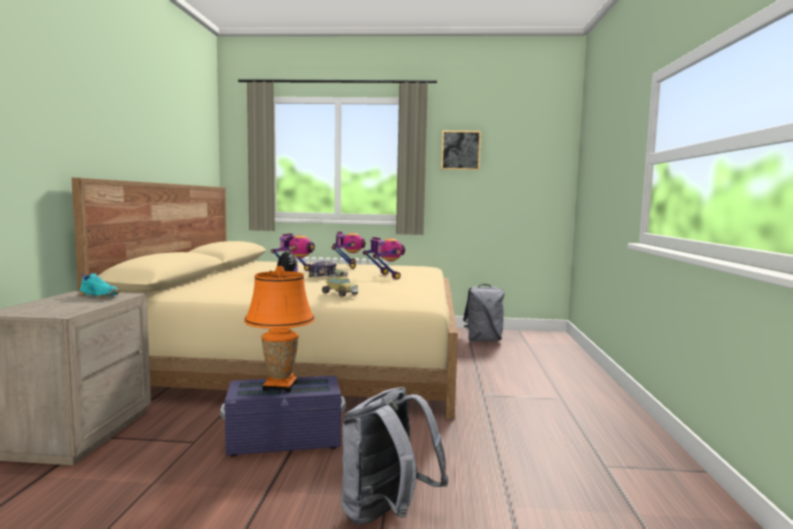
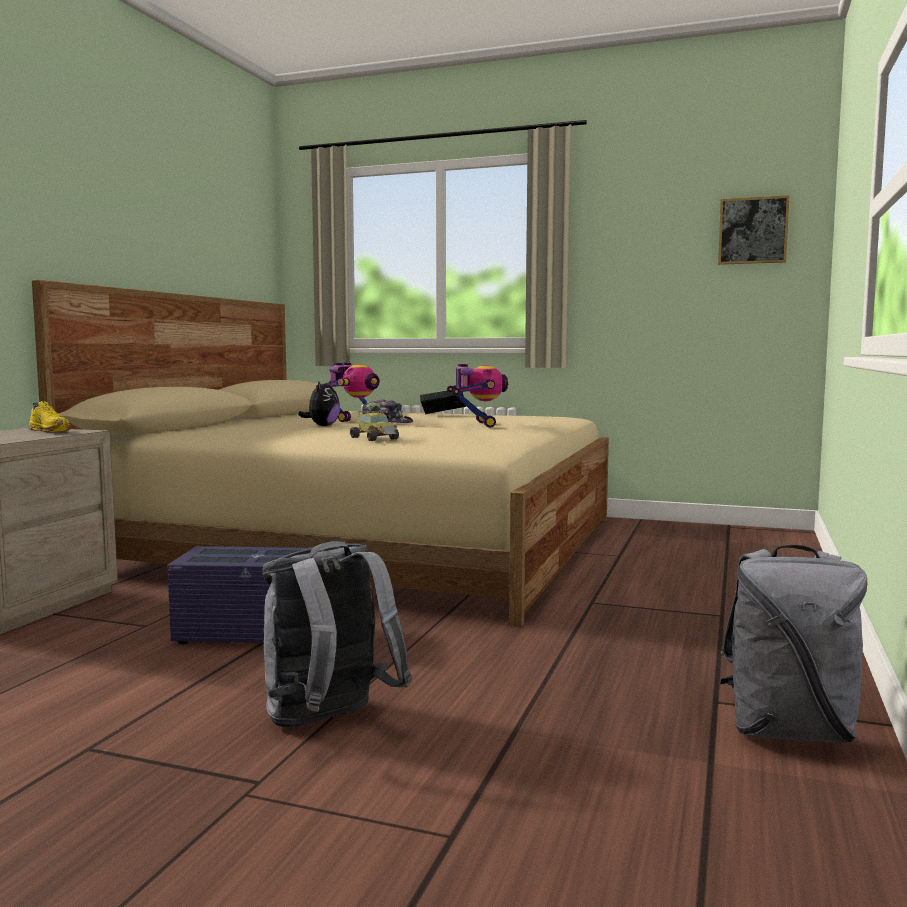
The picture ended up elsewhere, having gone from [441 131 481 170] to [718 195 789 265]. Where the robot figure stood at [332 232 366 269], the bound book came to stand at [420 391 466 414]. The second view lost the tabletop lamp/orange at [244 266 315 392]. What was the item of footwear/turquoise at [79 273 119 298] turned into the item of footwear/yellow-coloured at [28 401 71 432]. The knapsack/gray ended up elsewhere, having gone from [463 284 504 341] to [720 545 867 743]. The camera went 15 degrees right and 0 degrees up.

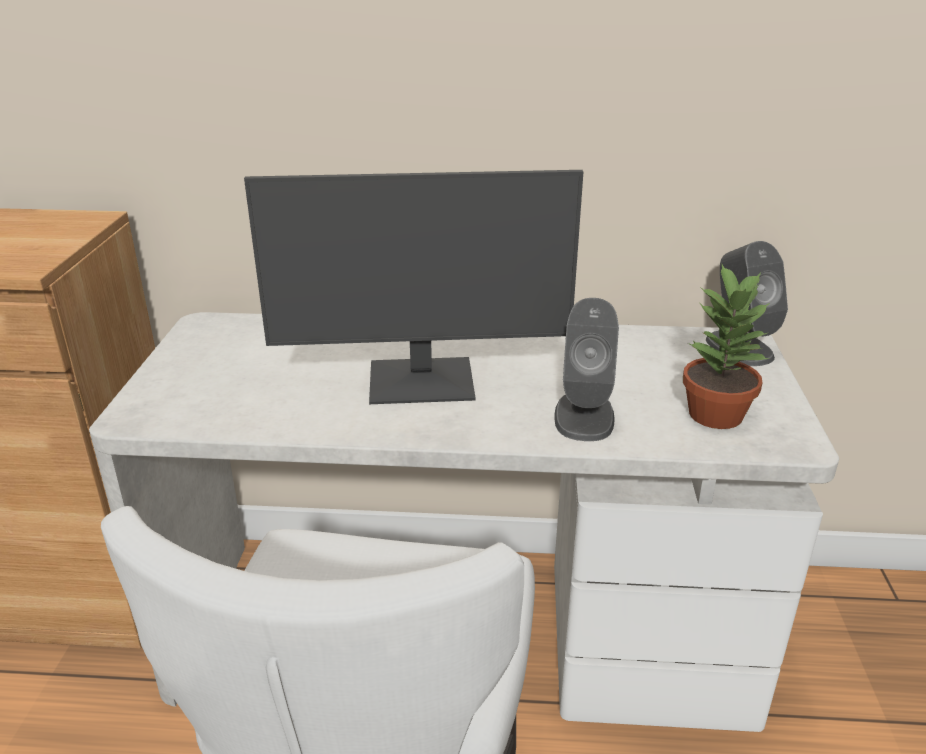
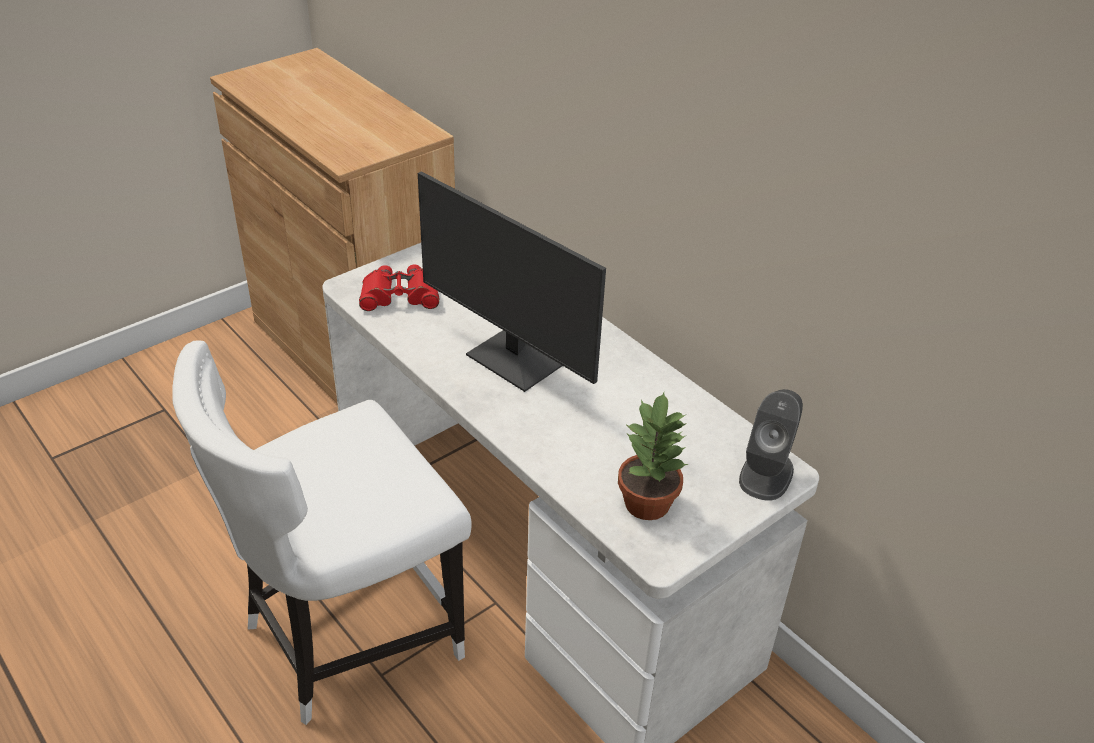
The second view lost the loudspeaker/gray at [554 298 619 441]. The second view gained the field glasses/red at [359 265 440 311]. The camera went 45 degrees right and 10 degrees up.

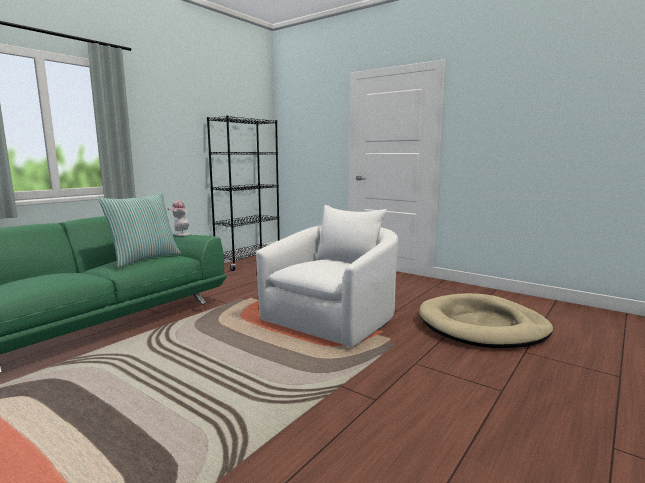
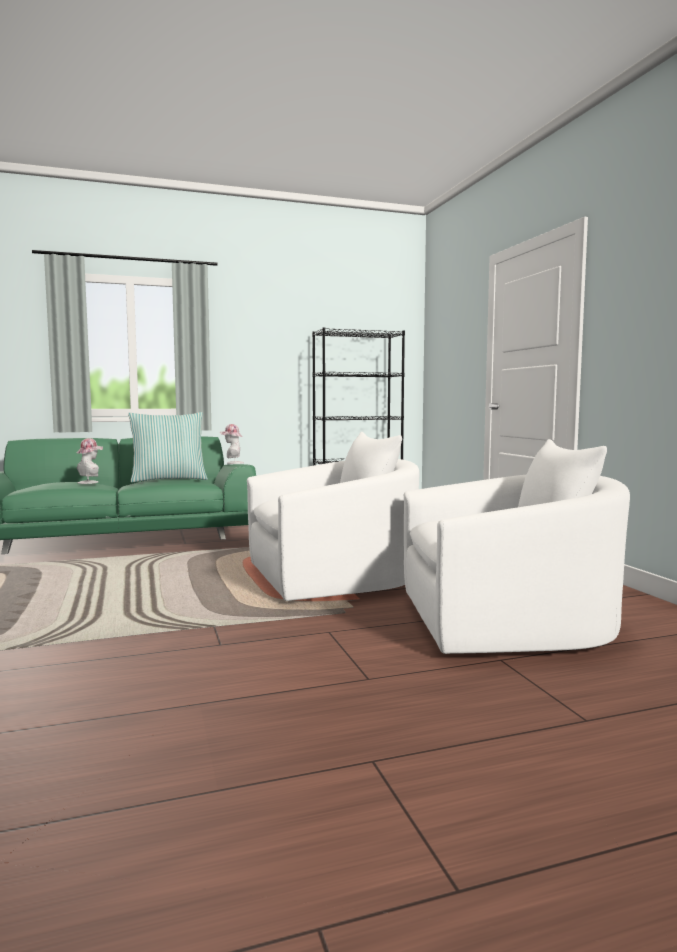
Where the pet bed/sand-coloured stood at [419 293 553 348], the lounge chair/white came to stand at [404 439 630 654]. The second view gained the clothing hat at [77 438 103 484]. The camera went 35 degrees right and 5 degrees down.

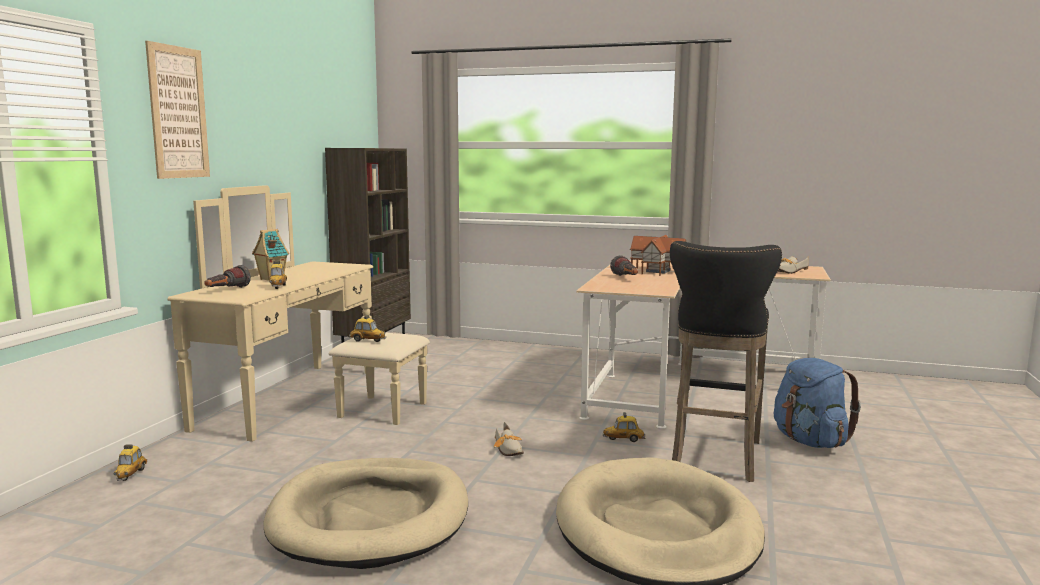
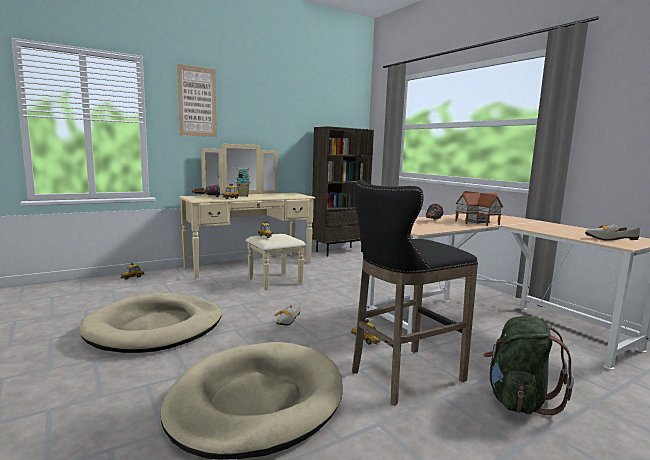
What was the knapsack/blue at [774 358 861 448] turned into the knapsack/green at [483 316 574 415]. The camera went 40 degrees right and 0 degrees up.

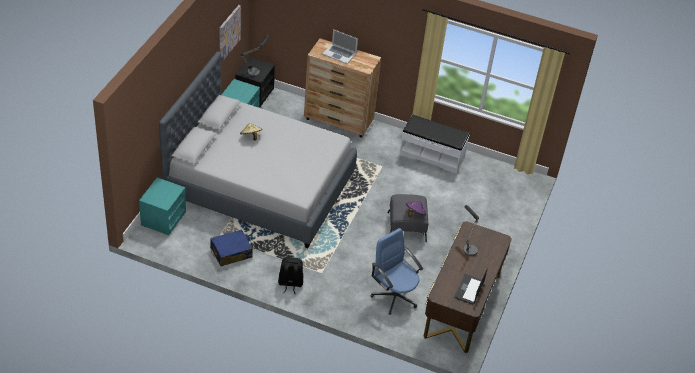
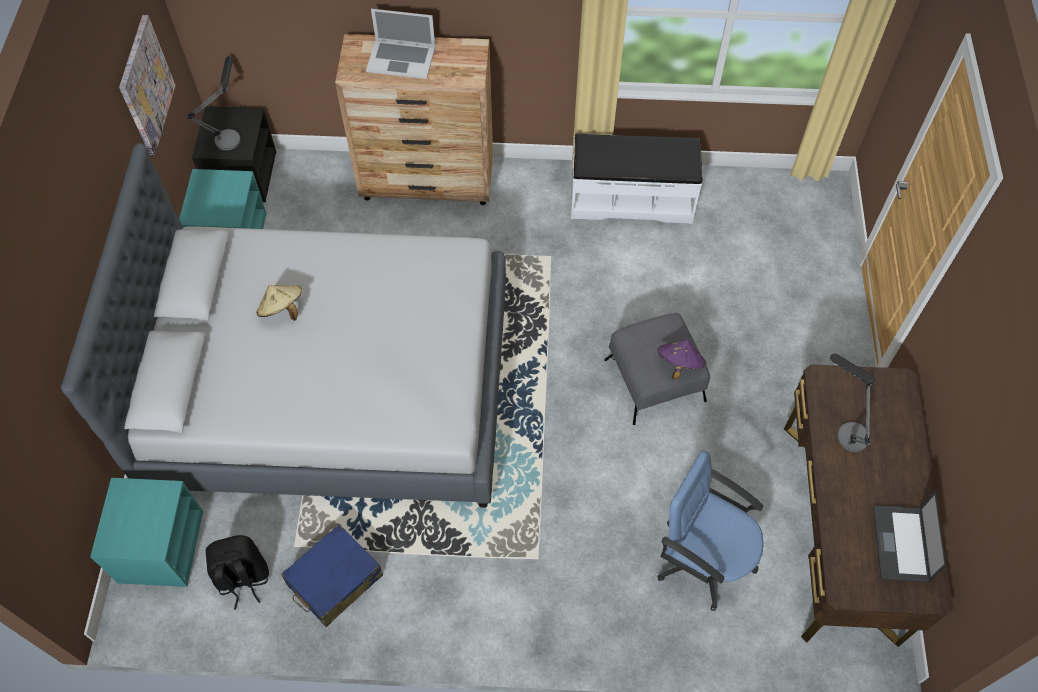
The knapsack/black-coloured ended up elsewhere, having gone from [278 257 303 294] to [206 535 269 609]. The camera went 15 degrees left and 15 degrees up.

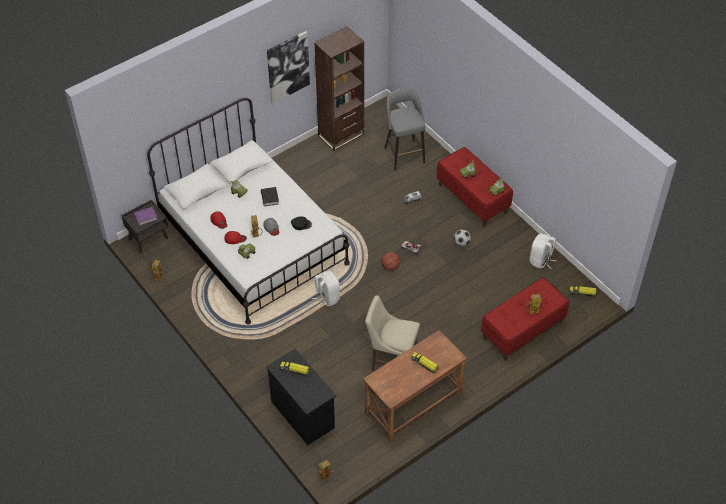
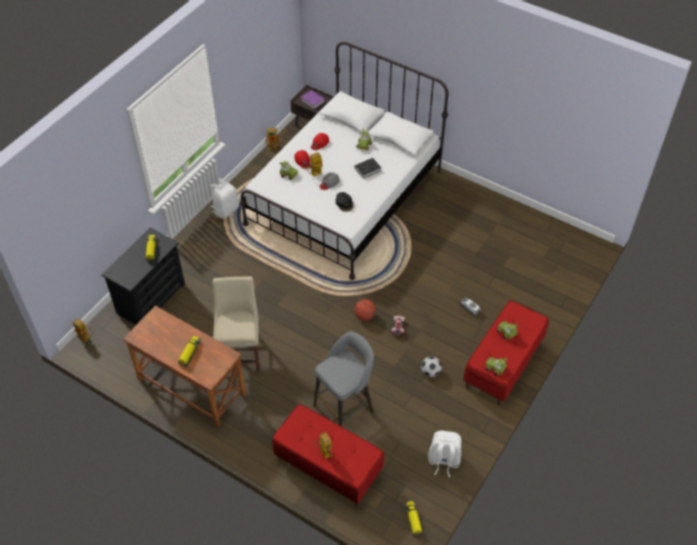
The second view lost the shelving unit/brownish at [314 26 364 151]. The second view lost the picture at [267 31 310 104]. The sitting stool/gray ended up elsewhere, having gone from [384 88 425 171] to [313 332 374 427]. The knapsack/white ended up elsewhere, having gone from [312 271 340 307] to [210 178 239 219]. The camera went 70 degrees right and 0 degrees up.

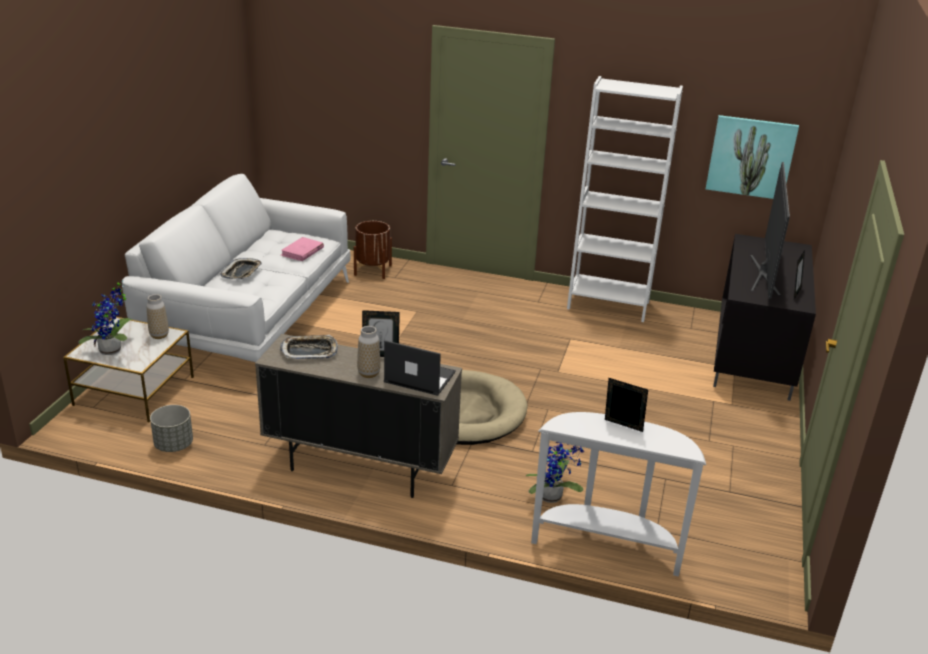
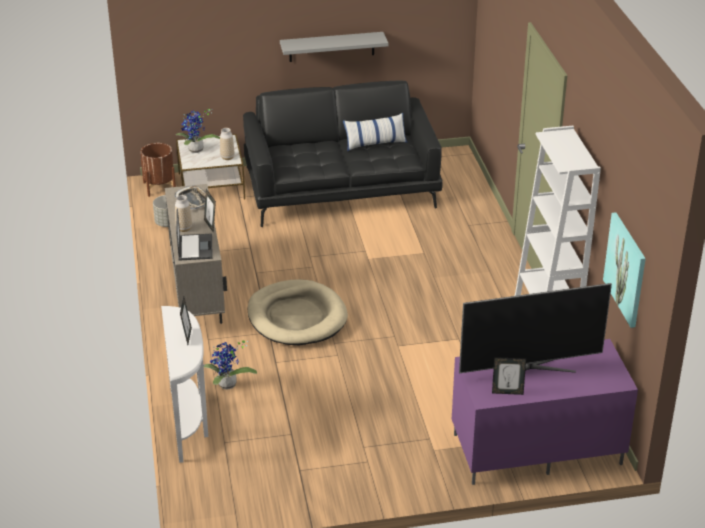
What was the sofa/white at [122 174 351 362] turned into the sofa/black-coloured at [243 81 443 227]. The flower pot/brownish ended up elsewhere, having gone from [354 221 392 279] to [140 143 176 197]. What was the tv unit/black-coloured at [713 234 816 401] turned into the tv unit/purple-coloured at [452 339 638 485]. The second view lost the bound book/pink-coloured at [281 237 324 261]. The second view lost the serving tray at [220 258 262 279]. The second view gained the shelf/gray at [280 32 389 62]. The second view gained the cushion at [343 113 407 151]. The camera went 65 degrees right and 5 degrees up.

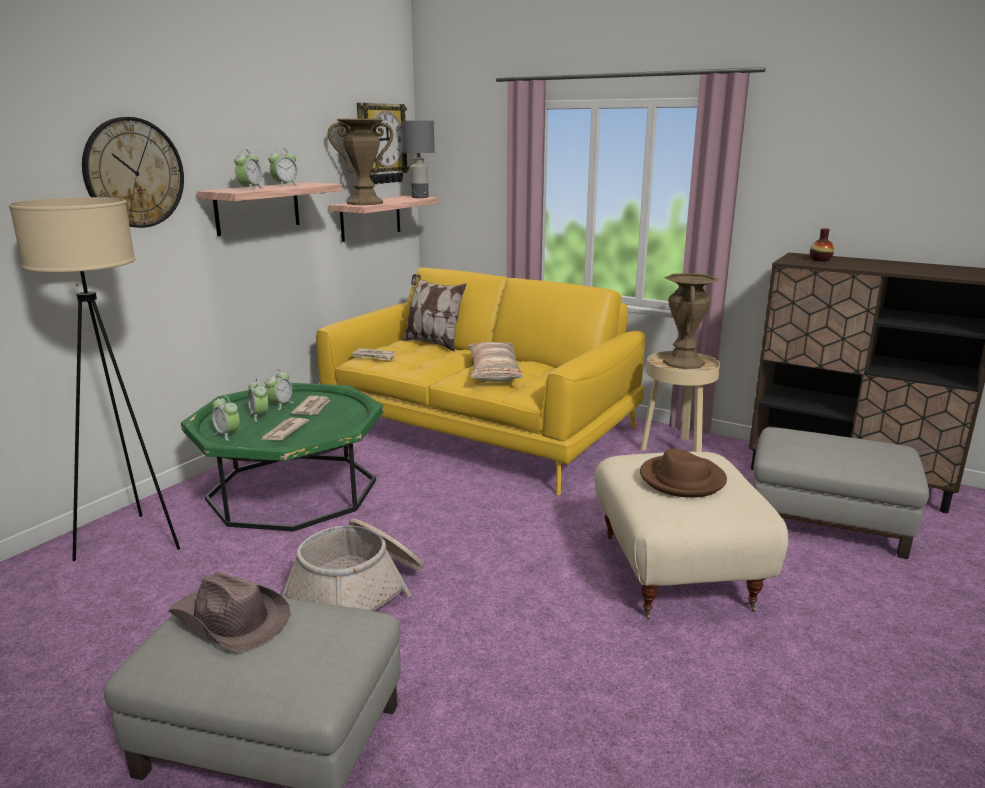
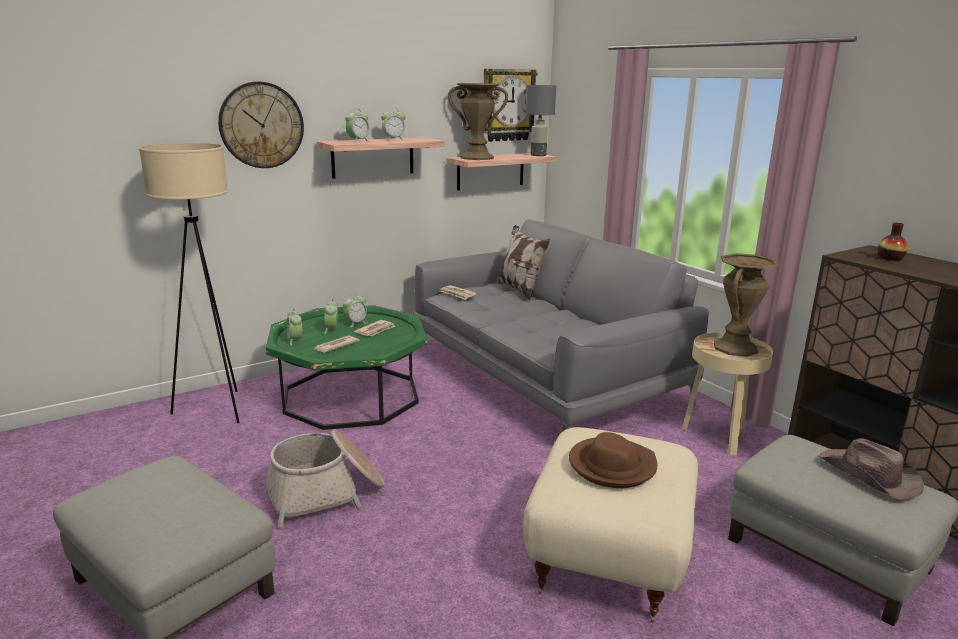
What was the sofa/yellow-coloured at [316 268 646 495] turned into the sofa/gray at [413 220 709 432]. The second view lost the cushion at [468 342 523 382]. The clothing hat/brownish ended up elsewhere, having gone from [168 572 291 652] to [819 438 924 499]. The camera went 25 degrees right and 0 degrees up.

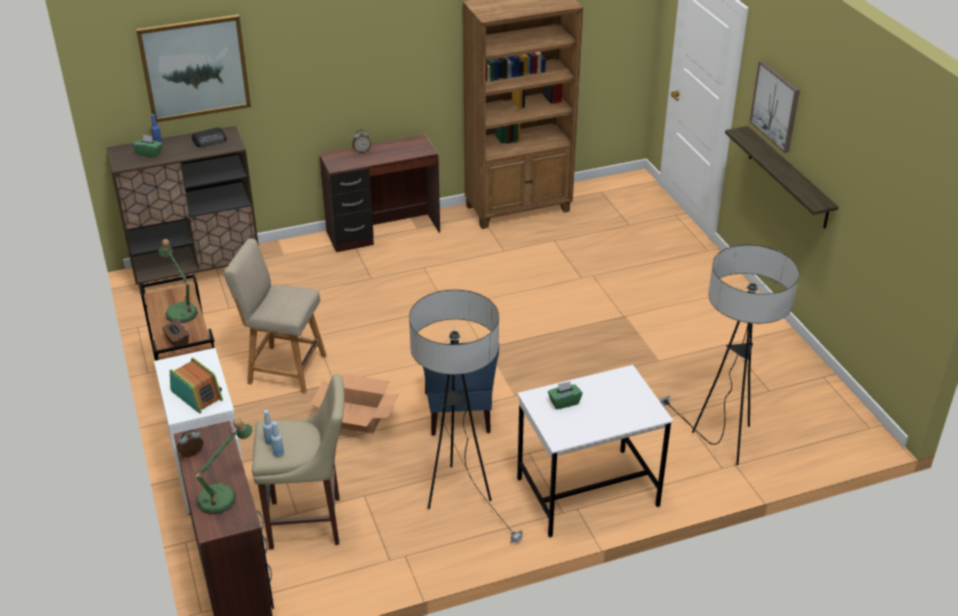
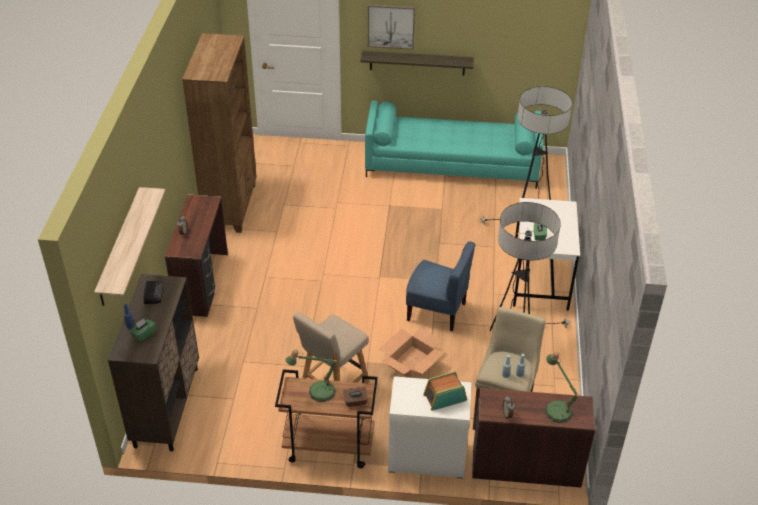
Where the picture hung at [136 14 251 122], the shelf came to hang at [94 187 166 306]. The second view gained the sofa/turquoise at [365 100 543 189]. The camera went 65 degrees left and 5 degrees up.

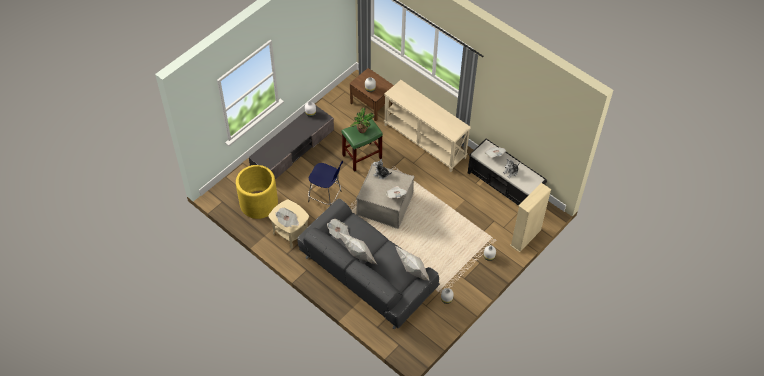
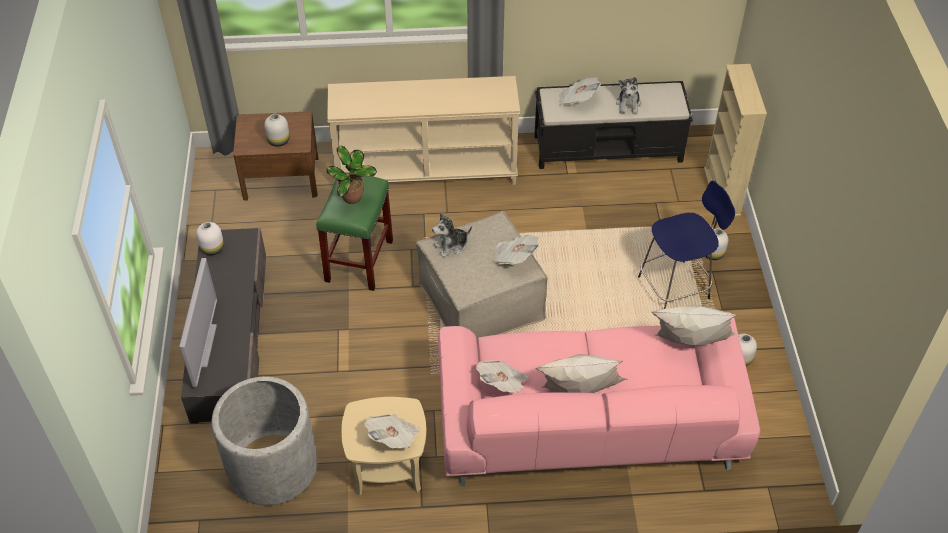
The sitting stool/blue ended up elsewhere, having gone from [308 161 343 206] to [638 181 735 309]. What was the flower pot/yellow-coloured at [236 165 278 219] turned into the flower pot/gray at [212 377 317 506]. What was the sofa/gray at [297 199 440 329] turned into the sofa/pink-coloured at [438 312 760 486]. The second view gained the TV at [179 258 217 387]. The camera went 45 degrees left and 5 degrees down.

